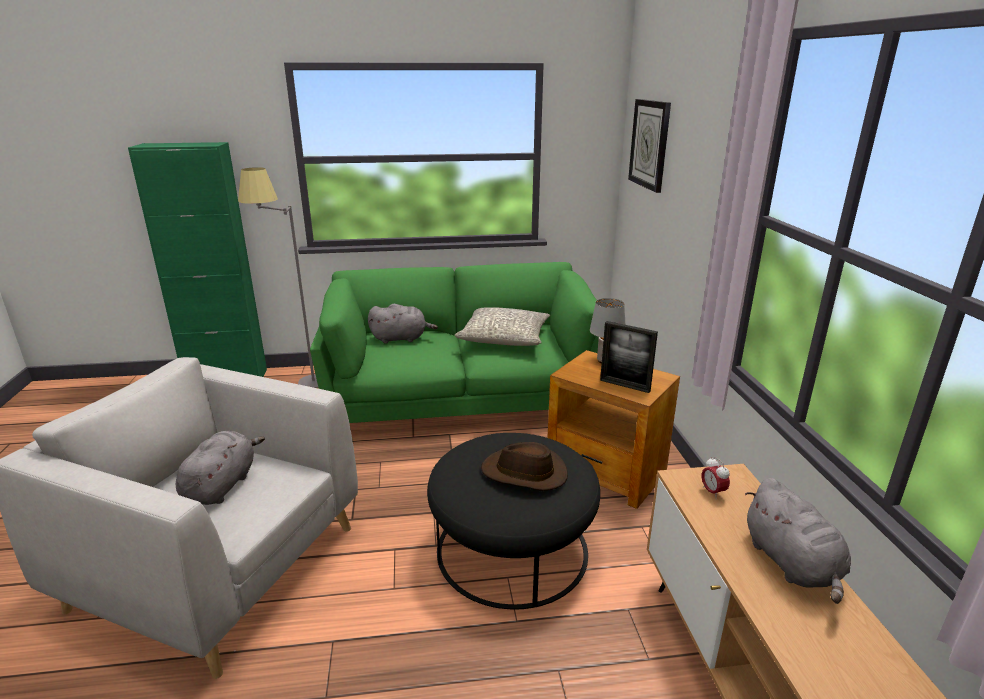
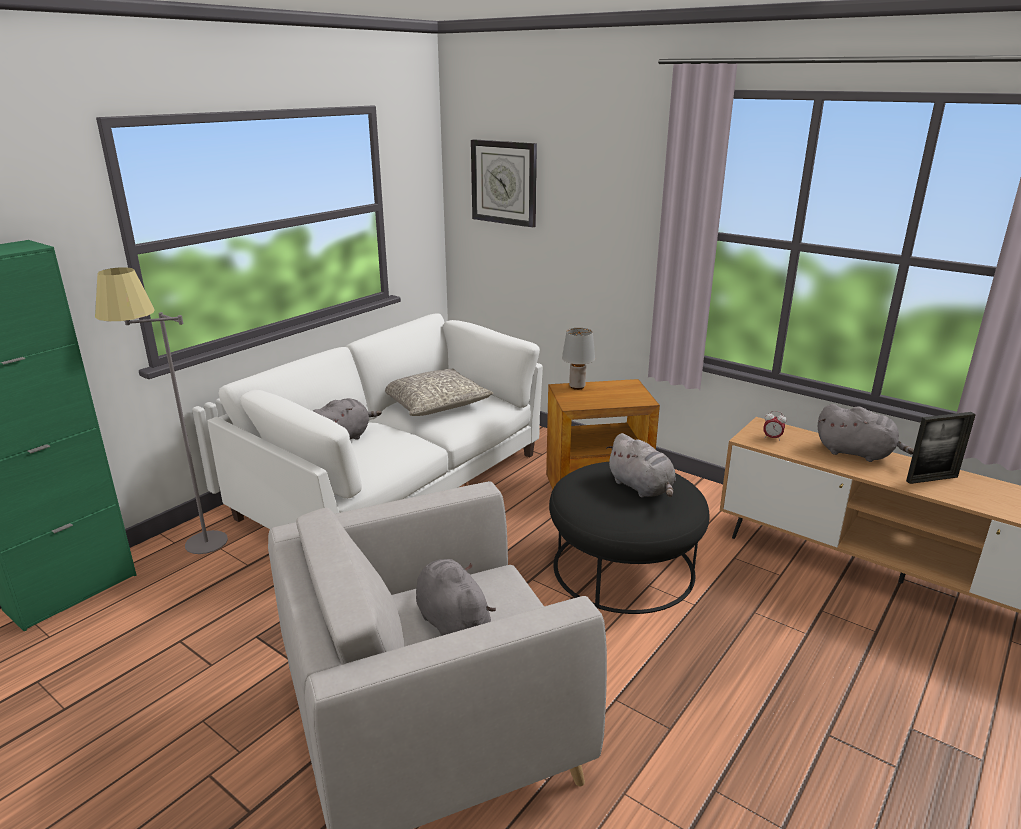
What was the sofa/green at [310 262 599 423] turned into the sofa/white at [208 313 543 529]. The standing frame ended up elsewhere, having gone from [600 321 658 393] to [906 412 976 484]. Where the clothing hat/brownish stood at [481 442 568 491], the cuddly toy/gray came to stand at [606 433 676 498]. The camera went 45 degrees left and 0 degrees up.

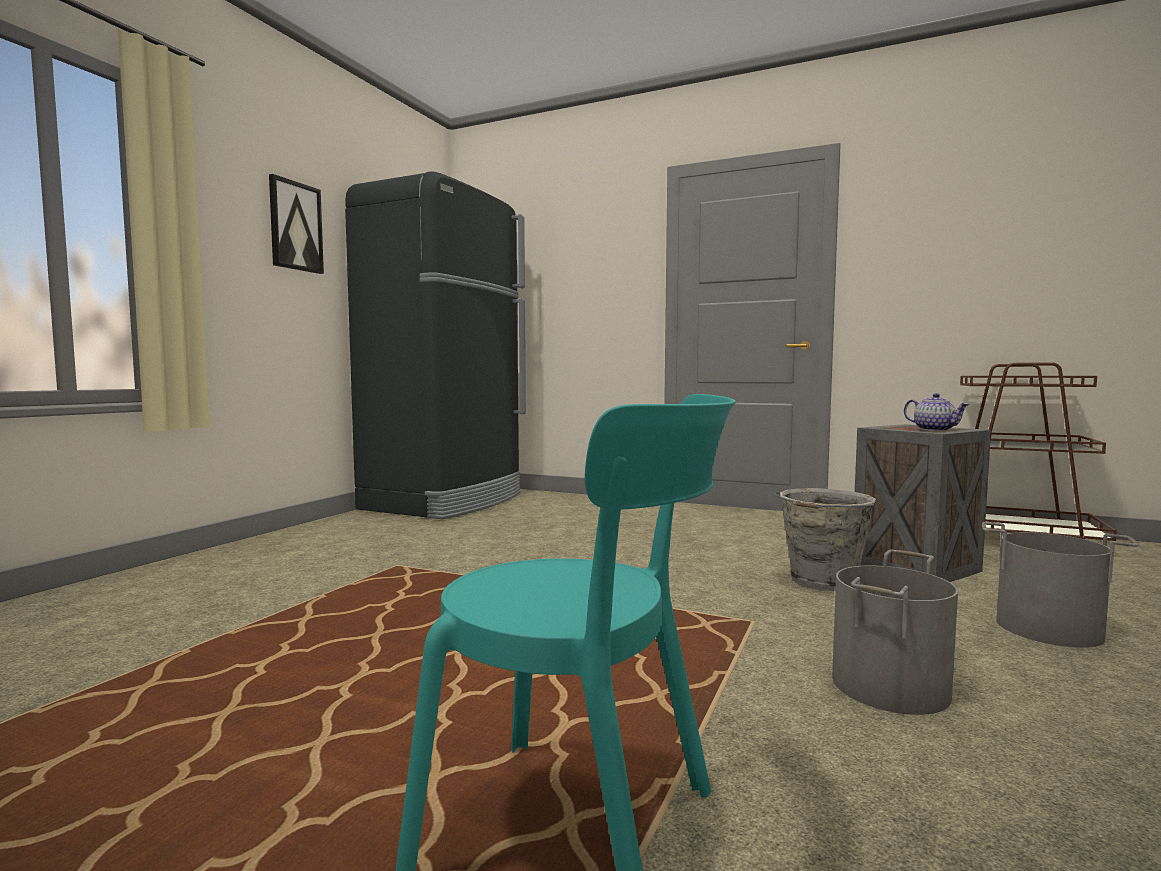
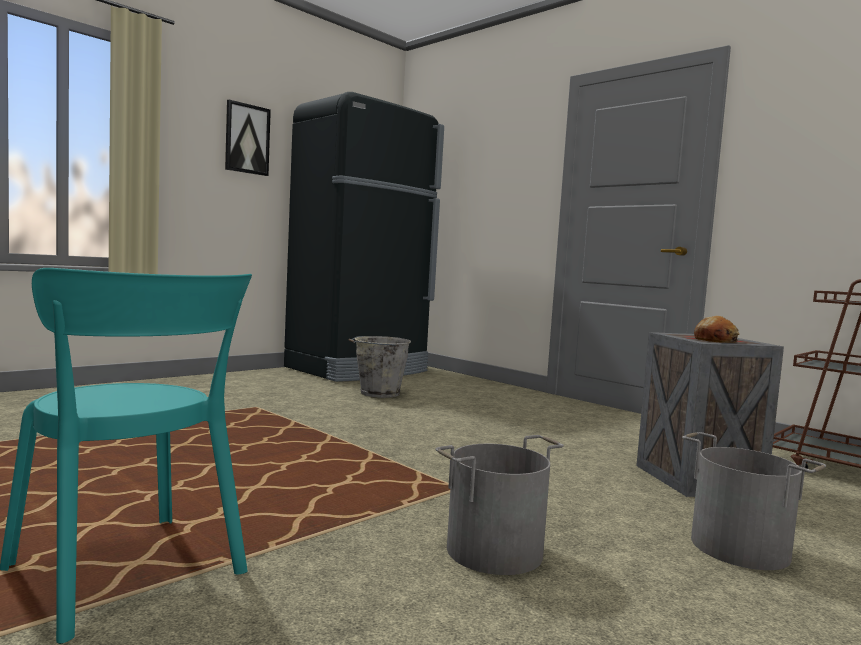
Where the teapot stood at [904 393 970 431], the bakery bread came to stand at [694 316 740 343]. The bucket/gray ended up elsewhere, having gone from [774 488 876 591] to [348 336 411 398]. The camera went 20 degrees right and 0 degrees up.

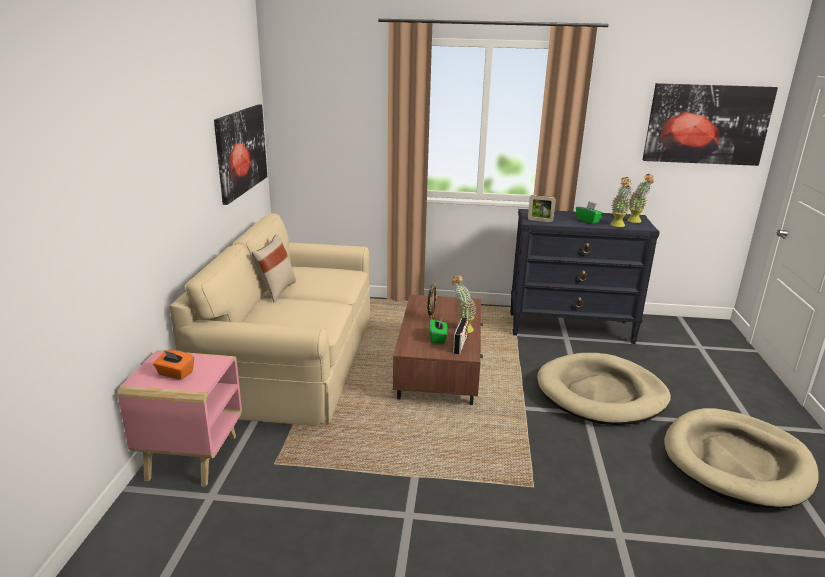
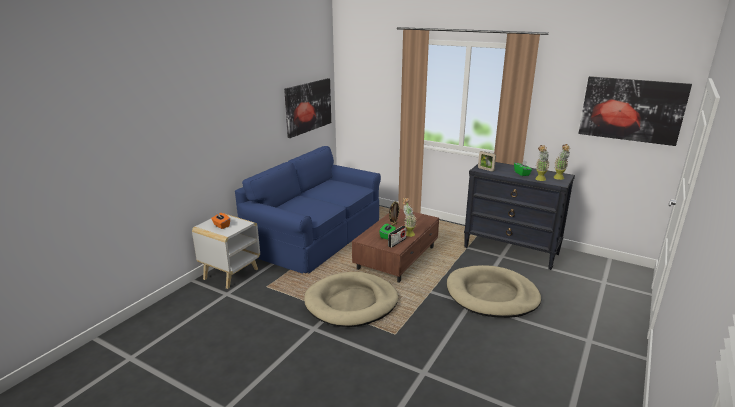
What was the sofa/sand-coloured at [170 213 370 426] turned into the sofa/blue at [235 146 381 274]. The second view lost the cushion/sand-coloured at [252 234 296 303]. What was the end table/pink-coloured at [118 350 242 487] turned into the end table/white at [192 213 260 289]. The pet bed/sand-coloured ended up elsewhere, having gone from [664 408 819 509] to [304 272 398 327]. The camera went 25 degrees right and 0 degrees up.

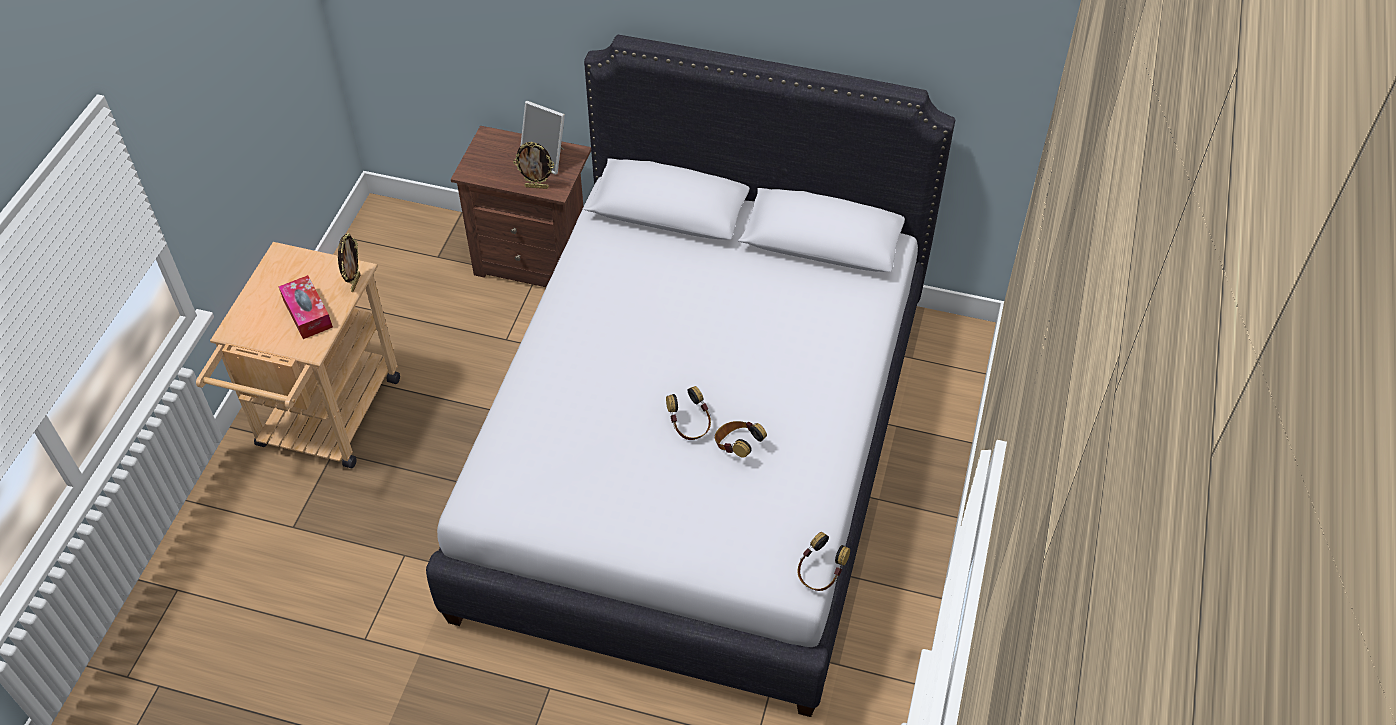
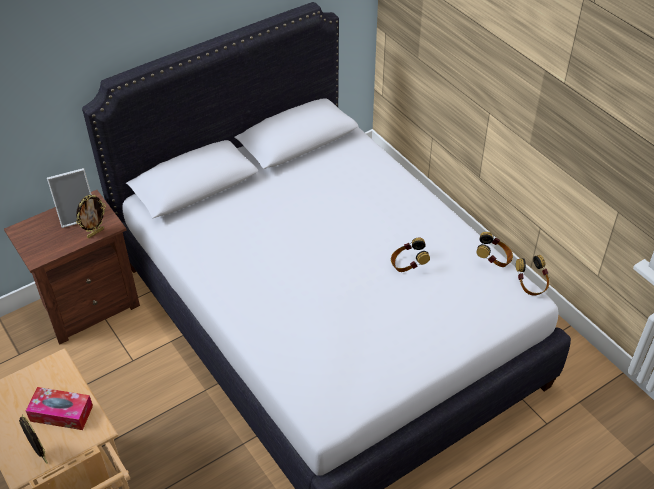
The standing frame ended up elsewhere, having gone from [338 233 360 292] to [19 415 48 464]. The headphones ended up elsewhere, having gone from [666 386 711 440] to [477 232 513 267]. The camera went 50 degrees left and 5 degrees down.

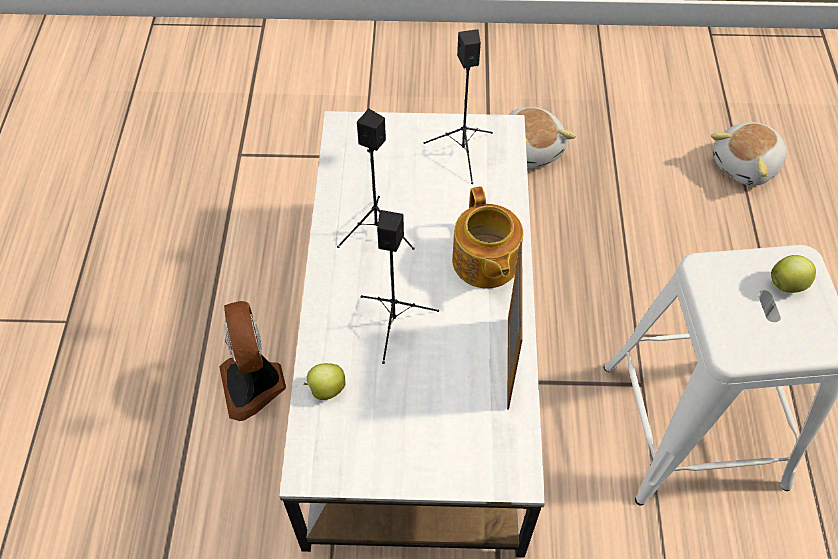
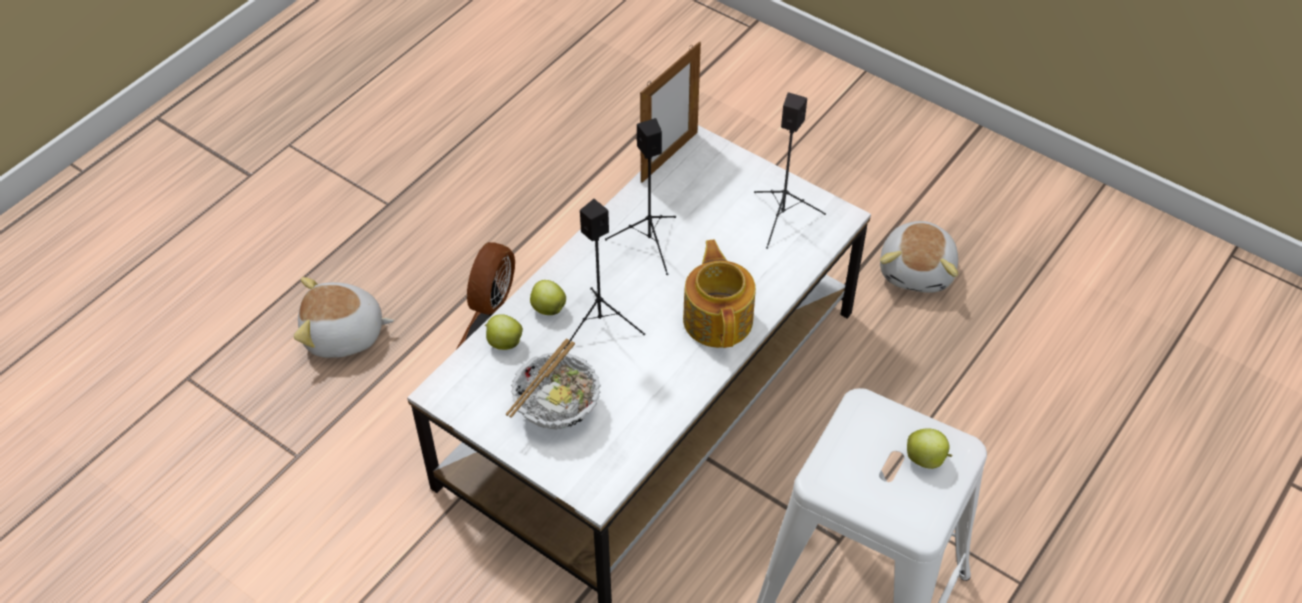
The cuddly toy ended up elsewhere, having gone from [711 122 787 186] to [294 277 394 358]. The teapot at [452 186 523 289] ended up facing another way, 150 degrees clockwise from before. The standing frame ended up elsewhere, having gone from [507 241 523 410] to [640 41 701 183]. The second view gained the whole apple at [530 280 566 315]. The second view gained the deep dish at [506 338 601 430]. The camera went 35 degrees right and 5 degrees down.

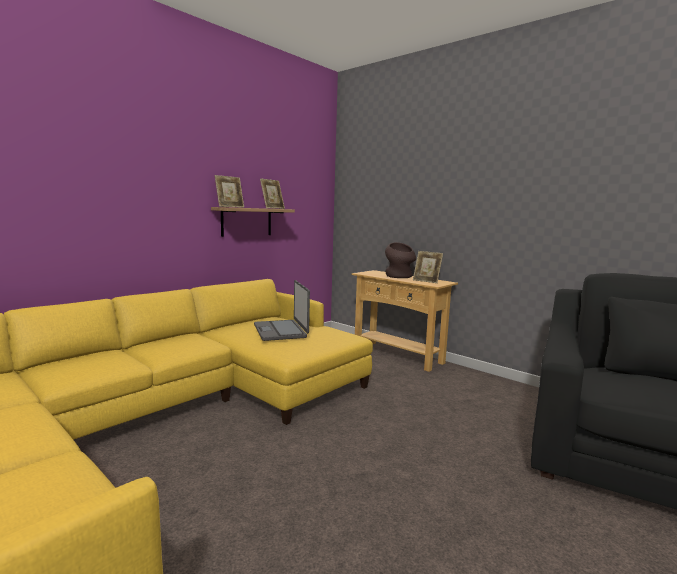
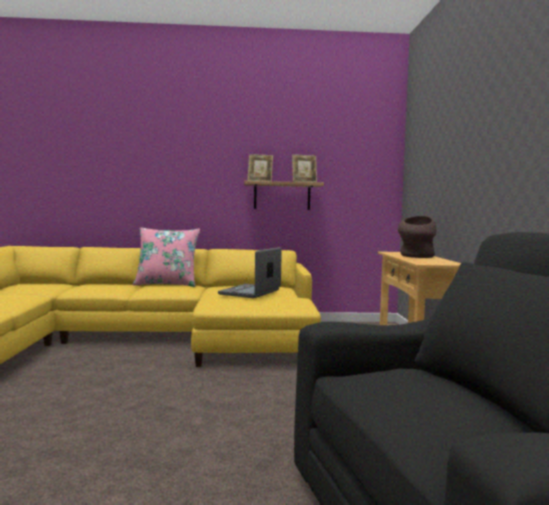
The second view lost the standing frame at [413 251 443 283]. The second view gained the cushion/pink-coloured at [133 227 200 287]. The camera went 45 degrees right and 5 degrees down.

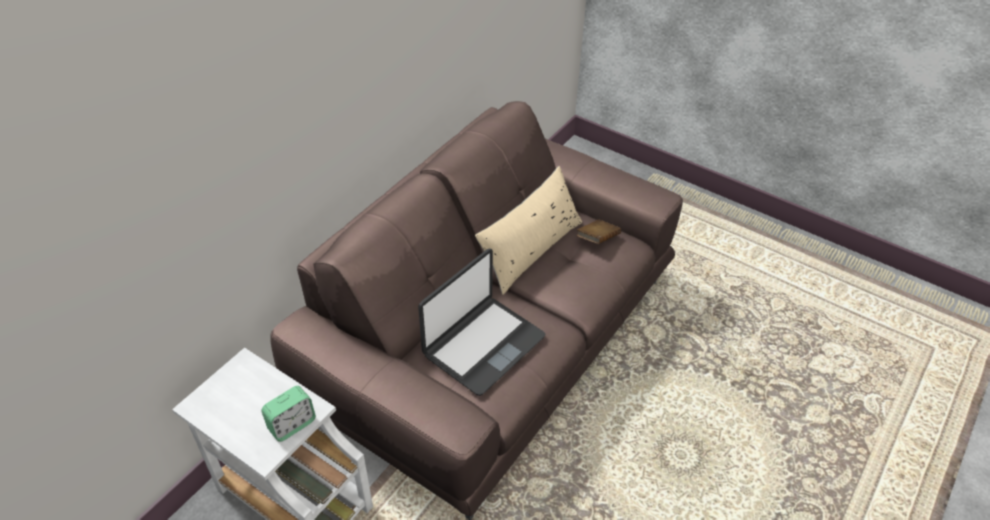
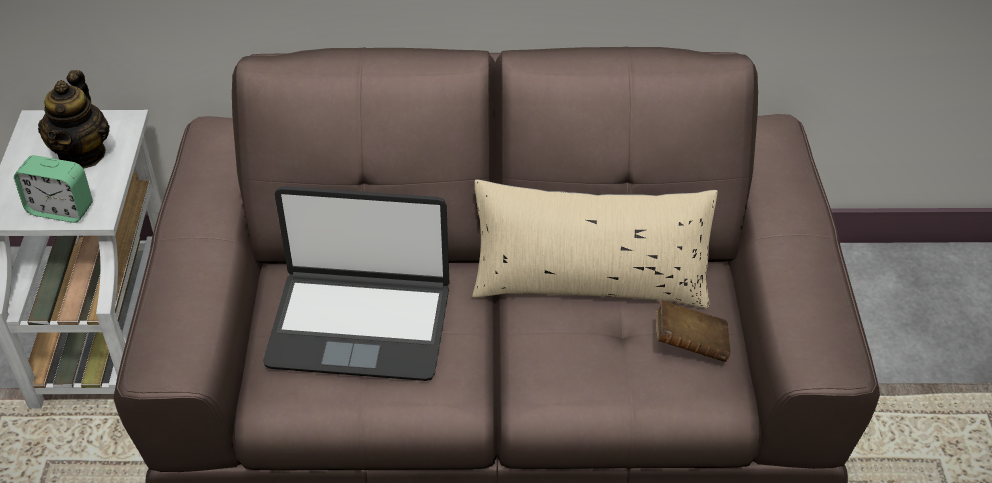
The second view gained the teapot at [38 70 110 169]. The camera went 55 degrees right and 0 degrees up.

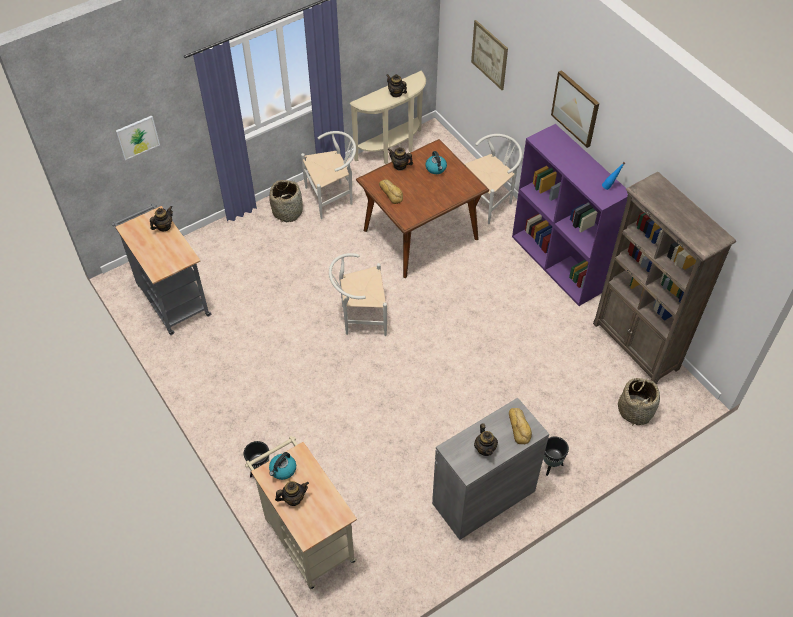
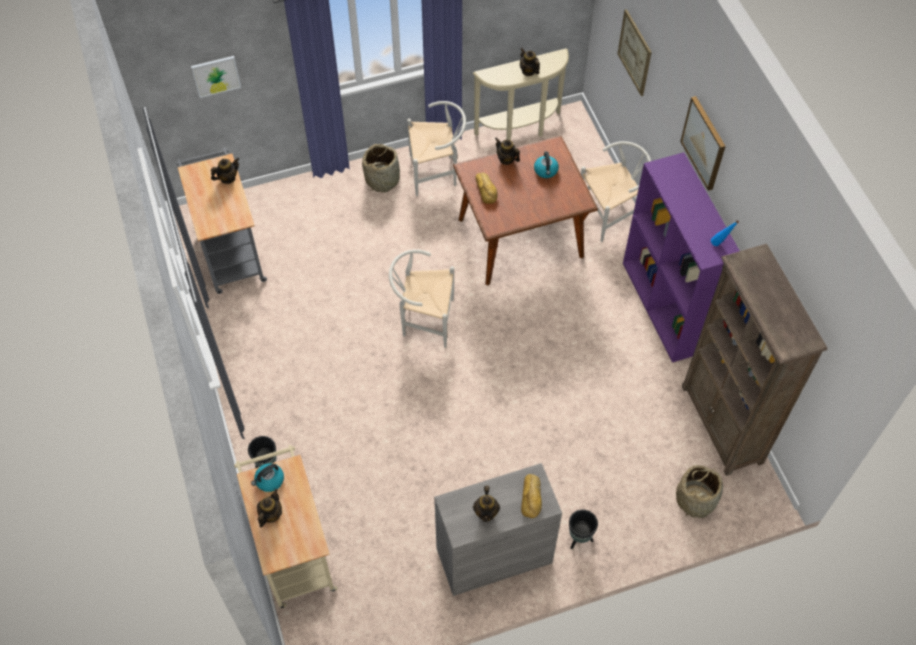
The teapot at [275 481 309 506] ended up facing another way, 60 degrees counterclockwise from before. The camera went 15 degrees right and 5 degrees up.

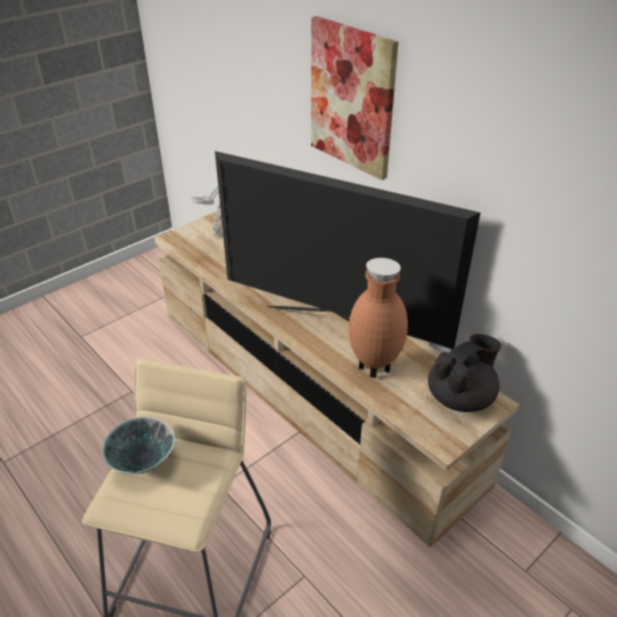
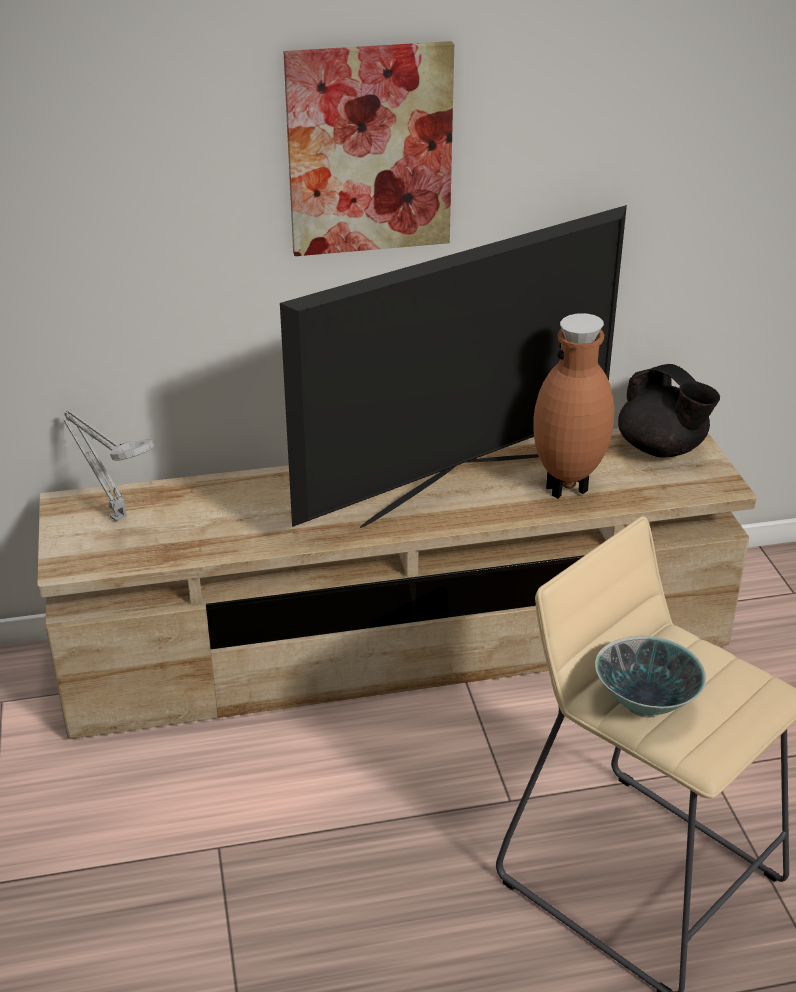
The teapot/black-coloured at [428 334 501 412] ended up facing another way, 150 degrees clockwise from before. The camera went 60 degrees left and 5 degrees down.

